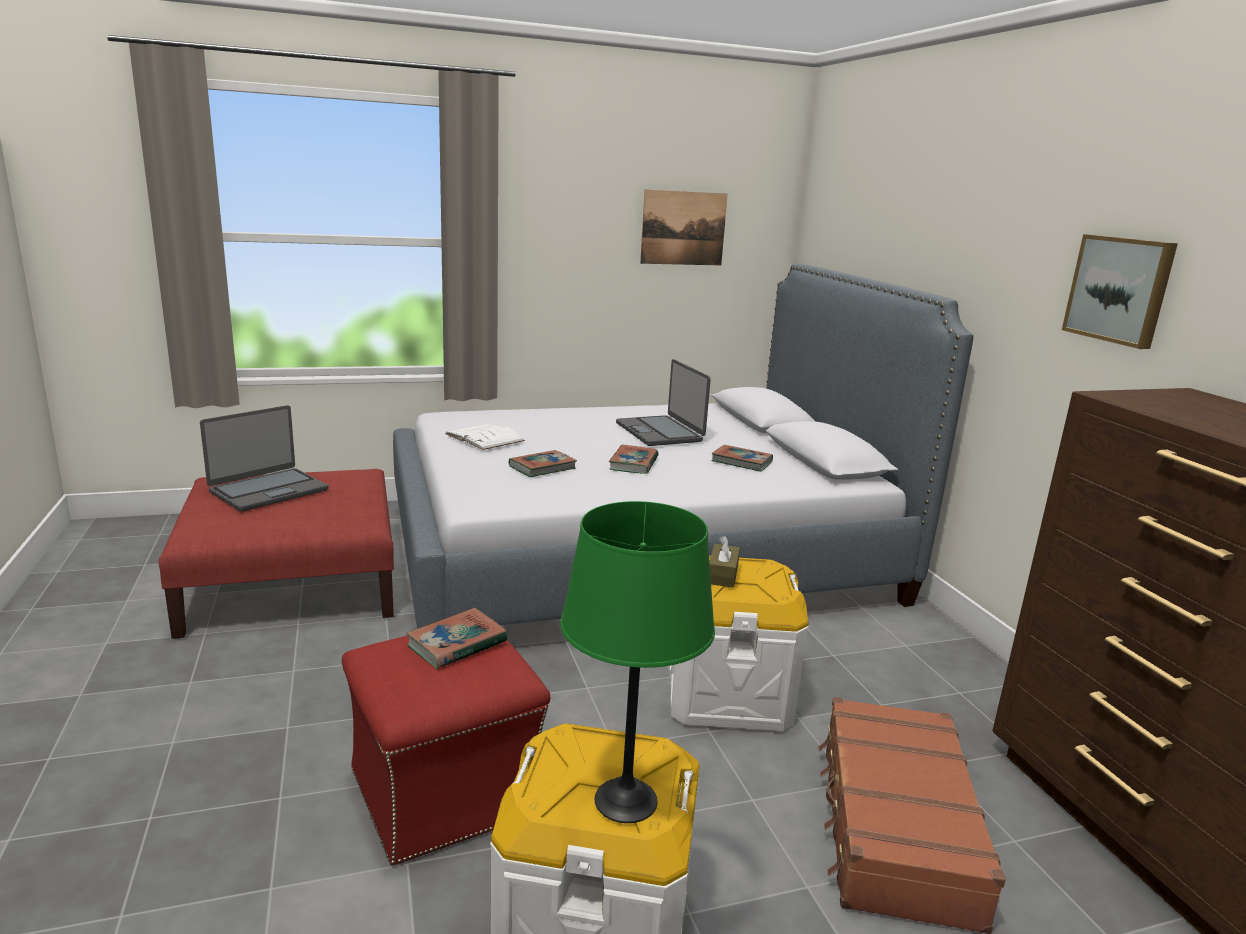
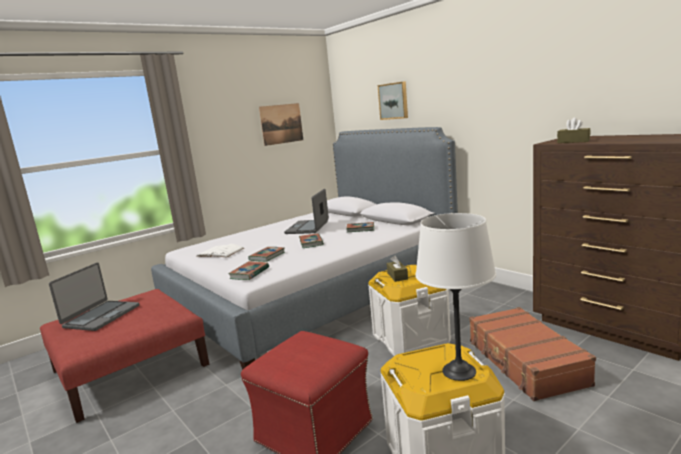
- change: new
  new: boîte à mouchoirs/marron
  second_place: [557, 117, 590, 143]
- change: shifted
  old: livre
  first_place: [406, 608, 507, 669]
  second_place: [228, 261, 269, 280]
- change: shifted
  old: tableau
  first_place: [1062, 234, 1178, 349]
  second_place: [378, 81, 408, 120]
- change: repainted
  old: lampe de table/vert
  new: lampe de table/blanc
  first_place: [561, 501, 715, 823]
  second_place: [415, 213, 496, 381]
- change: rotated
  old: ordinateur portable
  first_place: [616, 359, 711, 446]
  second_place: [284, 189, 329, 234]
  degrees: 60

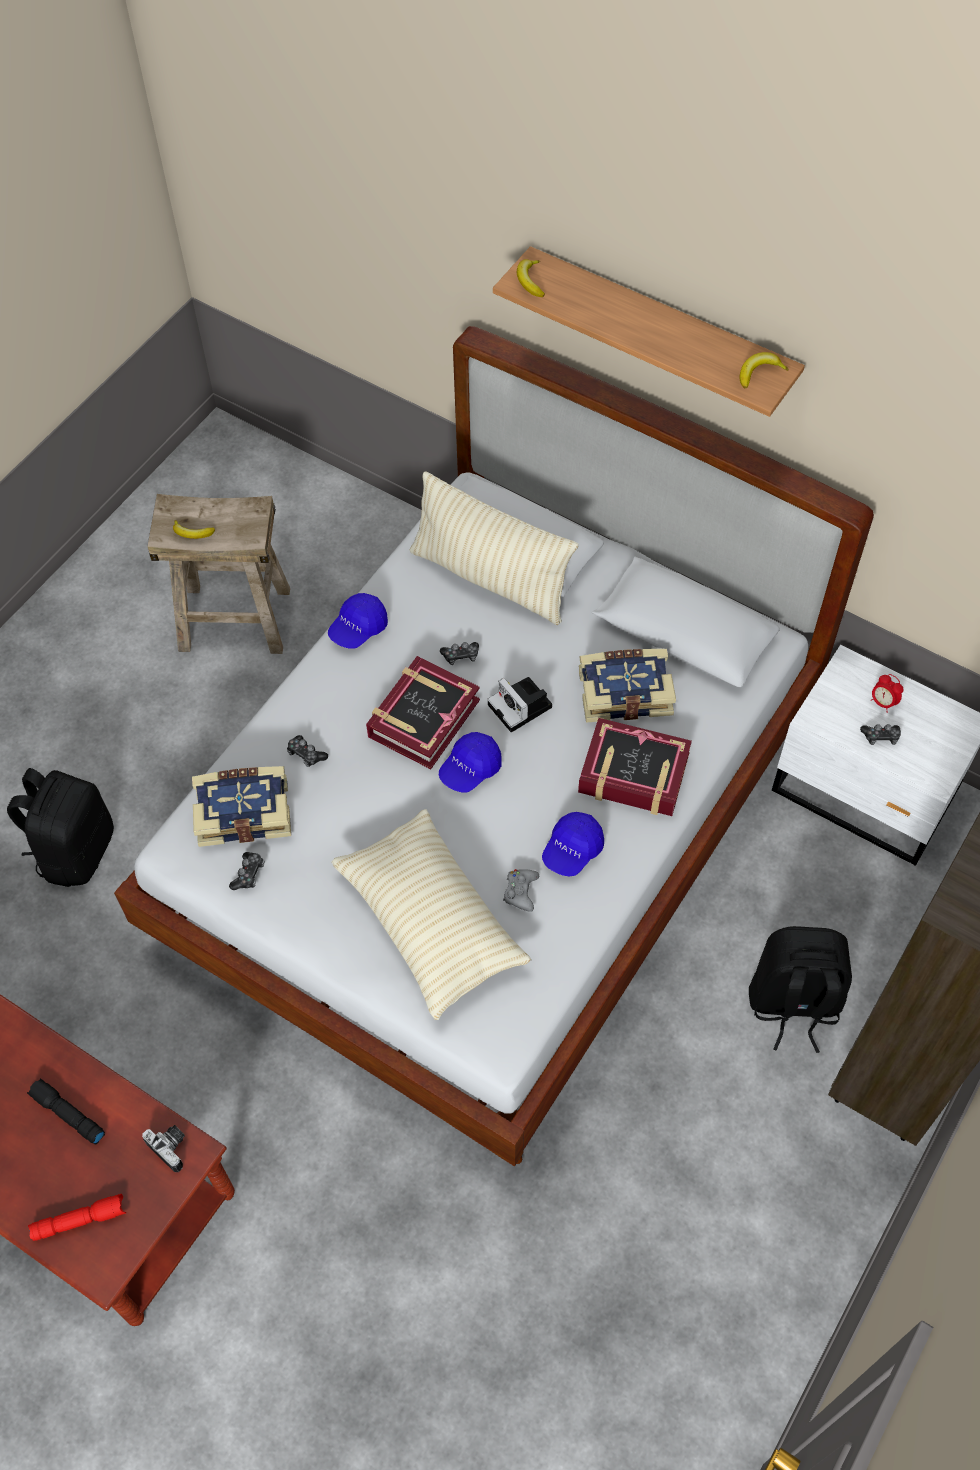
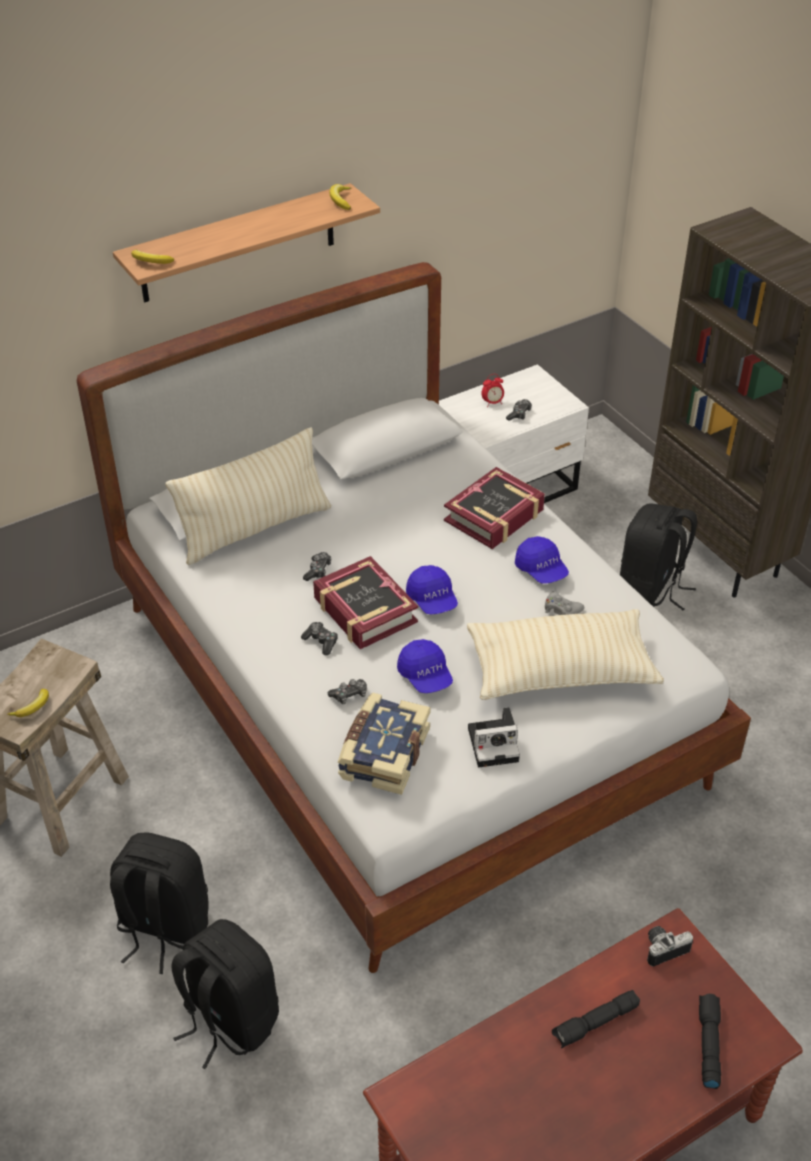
- change: gone
  old: livre
  first_place: [579, 649, 676, 723]
- change: new
  new: sac à dos/noir
  second_place: [110, 832, 208, 974]
- change: shifted
  old: manette
  first_place: [229, 852, 264, 890]
  second_place: [301, 622, 338, 655]
- change: shifted
  old: casquette/bleu
  first_place: [328, 593, 388, 649]
  second_place: [397, 639, 453, 693]
- change: shifted
  old: appareil photo
  first_place: [488, 677, 552, 732]
  second_place: [468, 707, 520, 767]
- change: repainted
  old: lampe de poche/rouge
  new: lampe de poche/noir
  first_place: [28, 1194, 126, 1241]
  second_place: [699, 994, 721, 1089]

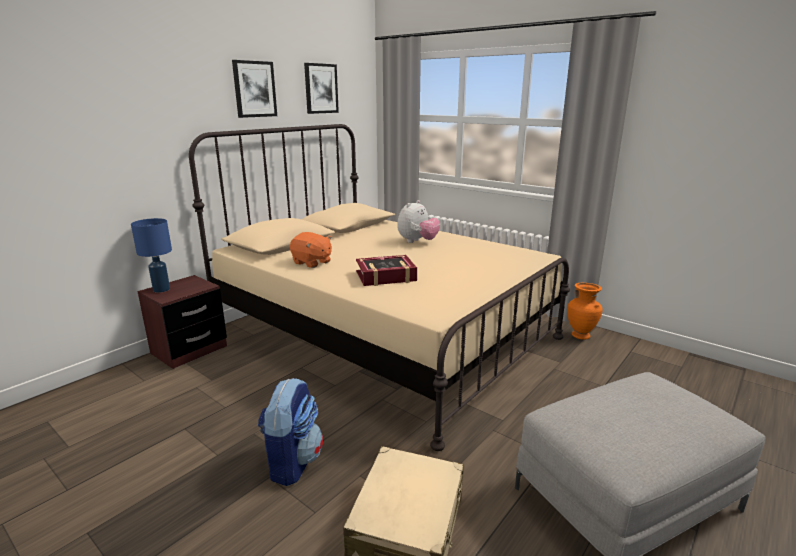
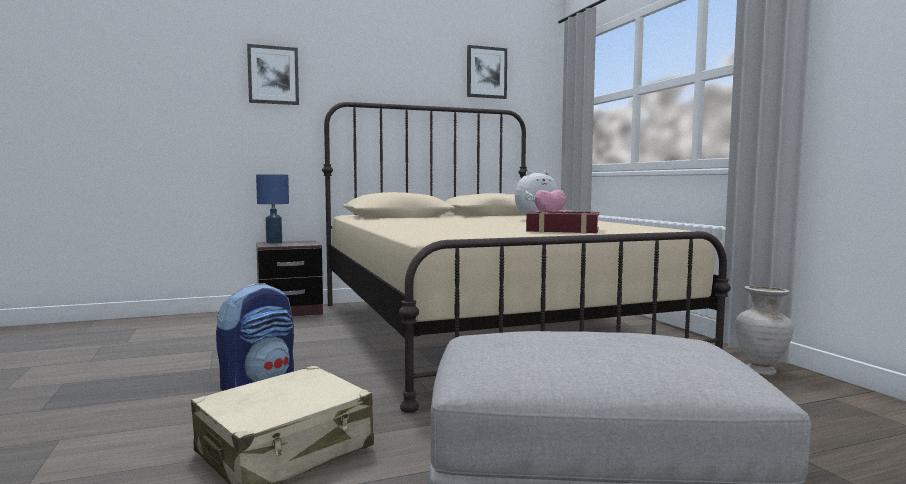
- change: gone
  old: peluche/orange
  first_place: [290, 232, 332, 268]
- change: shifted
  old: tableau
  first_place: [232, 60, 277, 118]
  second_place: [247, 44, 299, 105]
- change: shifted
  old: livre
  first_place: [356, 255, 417, 286]
  second_place: [526, 209, 599, 234]
- change: repainted
  old: vase/orange
  new: vase/beige
  first_place: [567, 283, 603, 340]
  second_place: [735, 286, 794, 375]

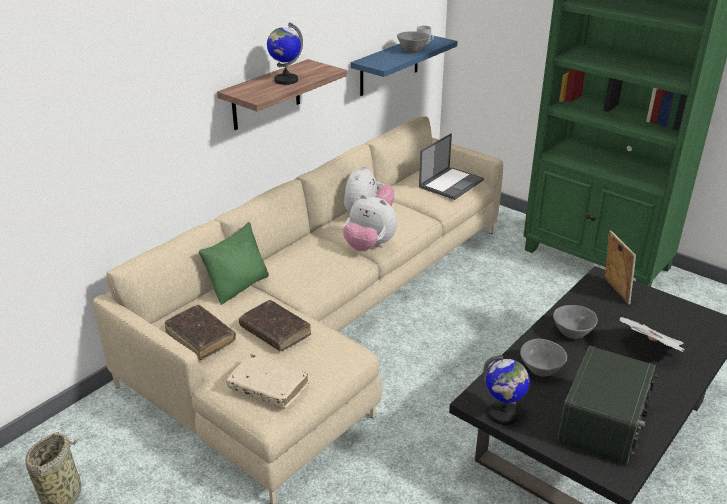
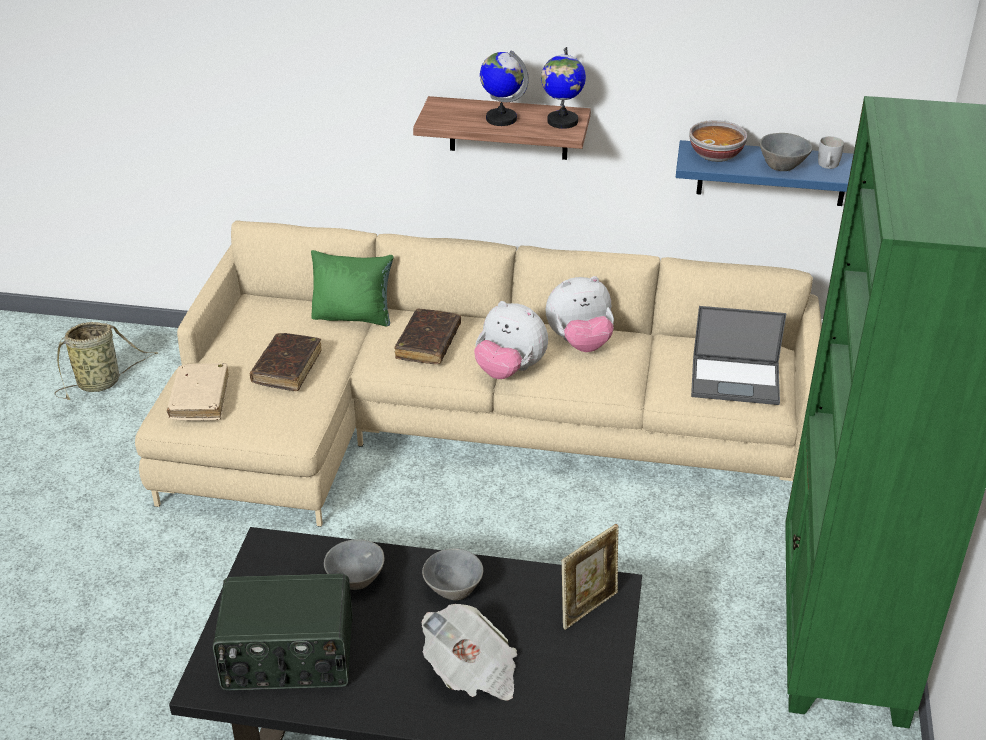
- change: new
  new: bol
  second_place: [689, 120, 747, 162]
- change: shifted
  old: livre/marron
  first_place: [165, 305, 236, 360]
  second_place: [394, 308, 461, 364]
- change: shifted
  old: globe
  first_place: [483, 355, 530, 425]
  second_place: [541, 47, 586, 129]
- change: rotated
  old: peluche
  first_place: [343, 194, 397, 251]
  second_place: [474, 301, 548, 379]
  degrees: -60

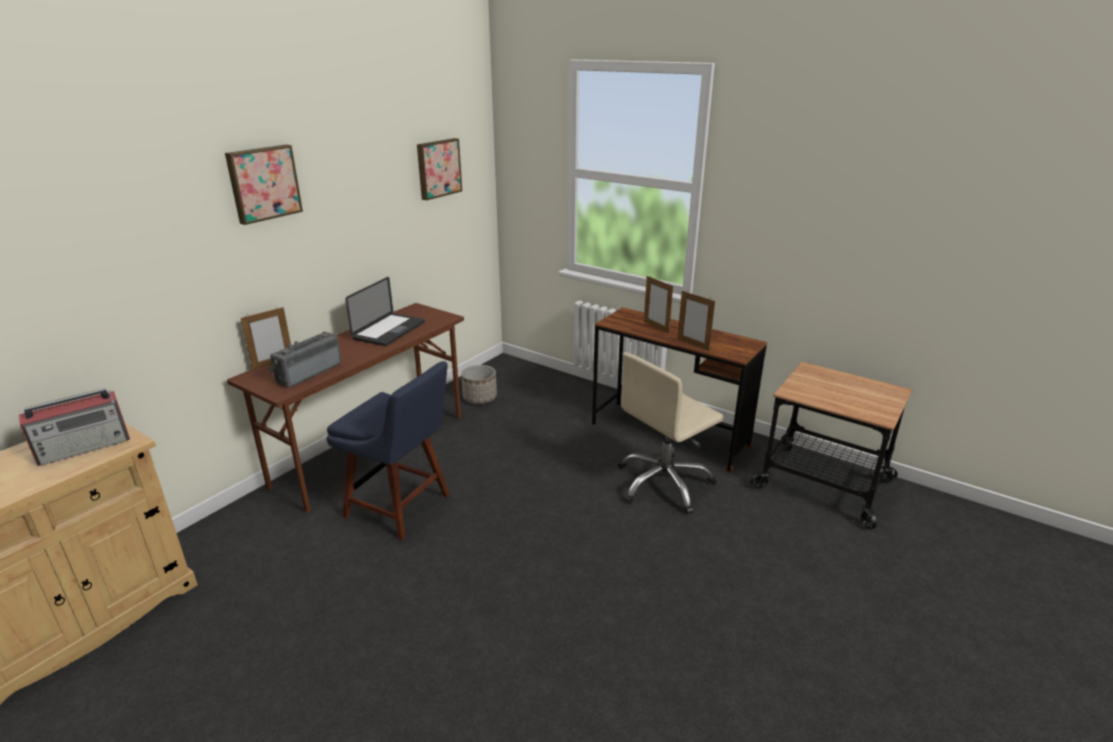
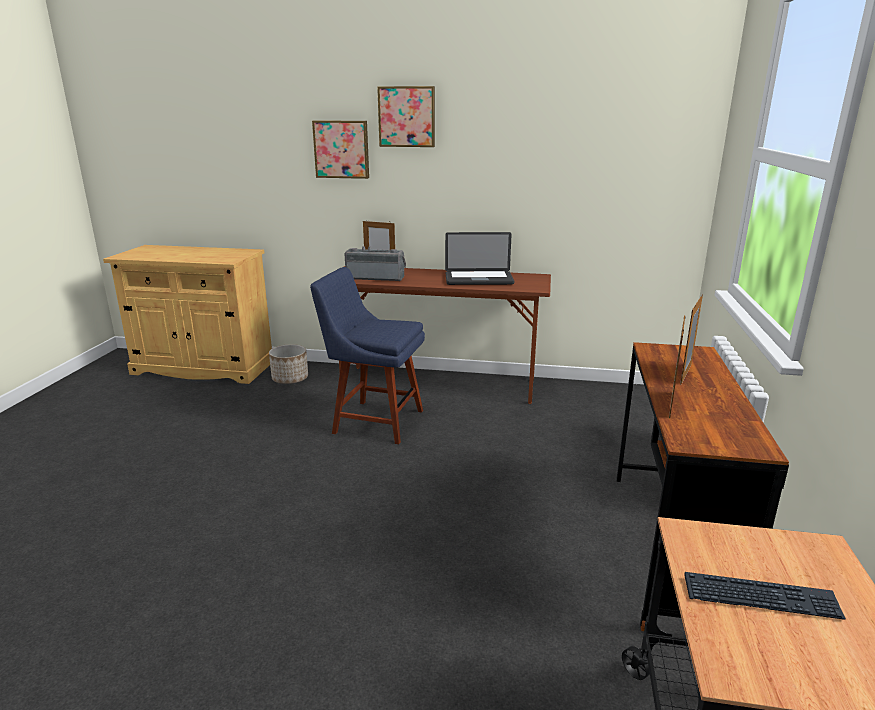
- change: gone
  old: radio
  first_place: [19, 388, 130, 466]
- change: gone
  old: chaise de bureau/beige
  first_place: [618, 352, 724, 514]
- change: new
  new: clavier
  second_place: [684, 572, 846, 620]
- change: shifted
  old: tableau
  first_place: [417, 138, 462, 200]
  second_place: [312, 121, 369, 179]
- change: shifted
  old: cache-pot
  first_place: [461, 365, 497, 404]
  second_place: [269, 344, 308, 384]
- change: rotated
  old: chaise/bleu
  first_place: [327, 361, 450, 540]
  second_place: [310, 267, 425, 444]
  degrees: 105

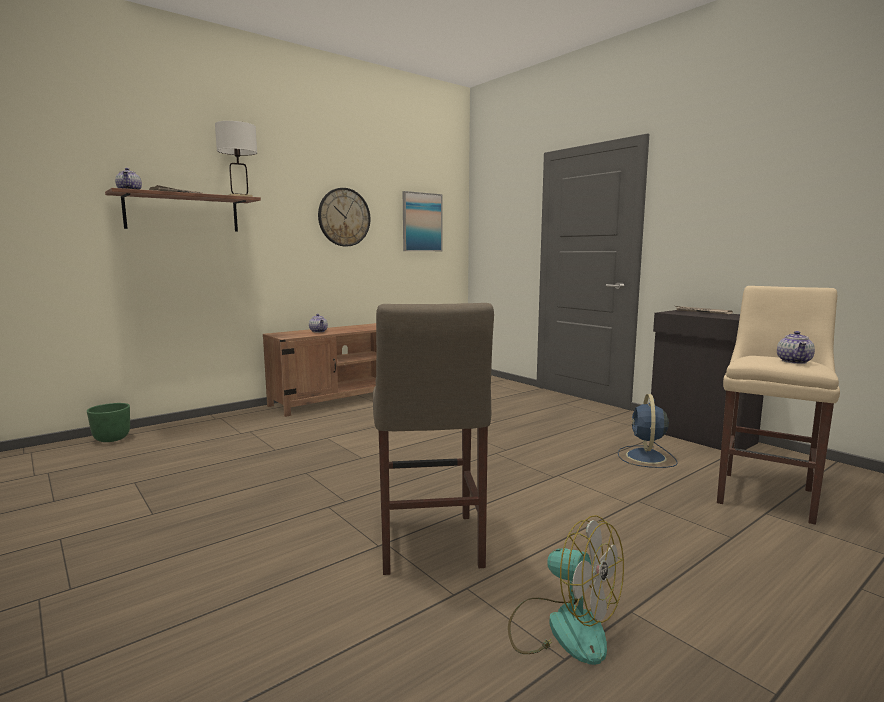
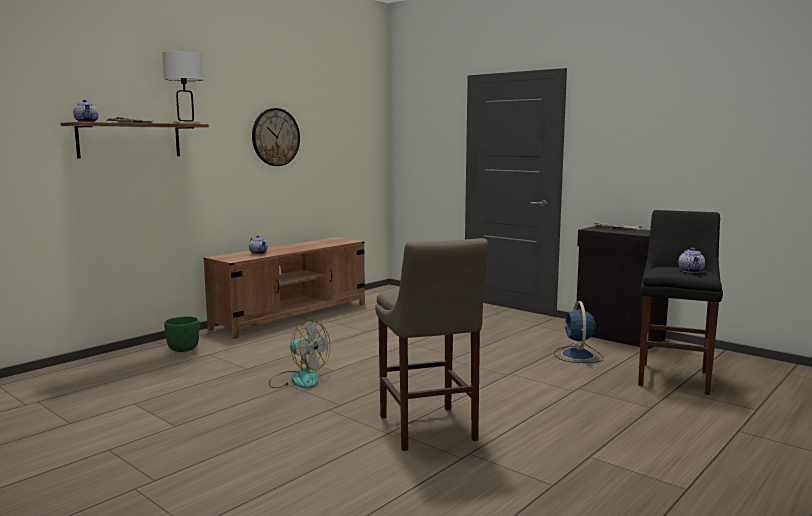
- change: gone
  old: tableau
  first_place: [403, 191, 442, 251]
- change: shifted
  old: cache-pot/vert
  first_place: [87, 403, 130, 442]
  second_place: [164, 316, 199, 352]
- change: shifted
  old: ventilateur
  first_place: [508, 515, 624, 665]
  second_place: [269, 320, 330, 389]
- change: repainted
  old: tabouret/beige
  new: tabouret/noir
  first_place: [717, 286, 840, 525]
  second_place: [638, 210, 723, 395]

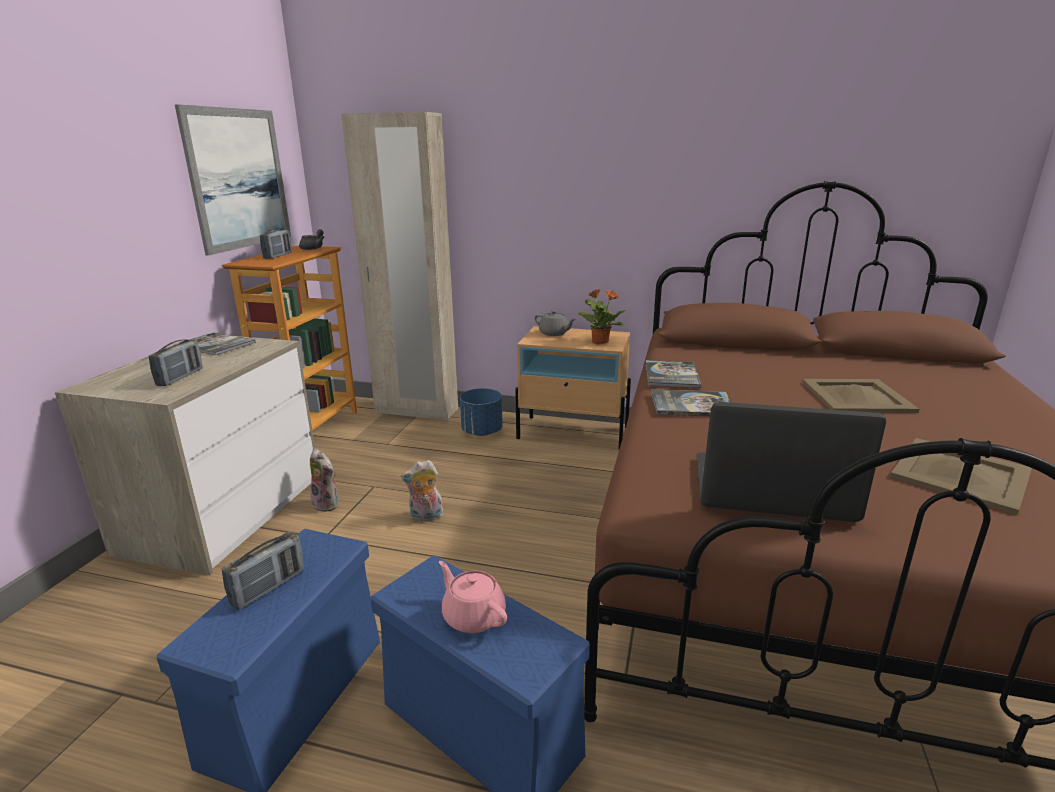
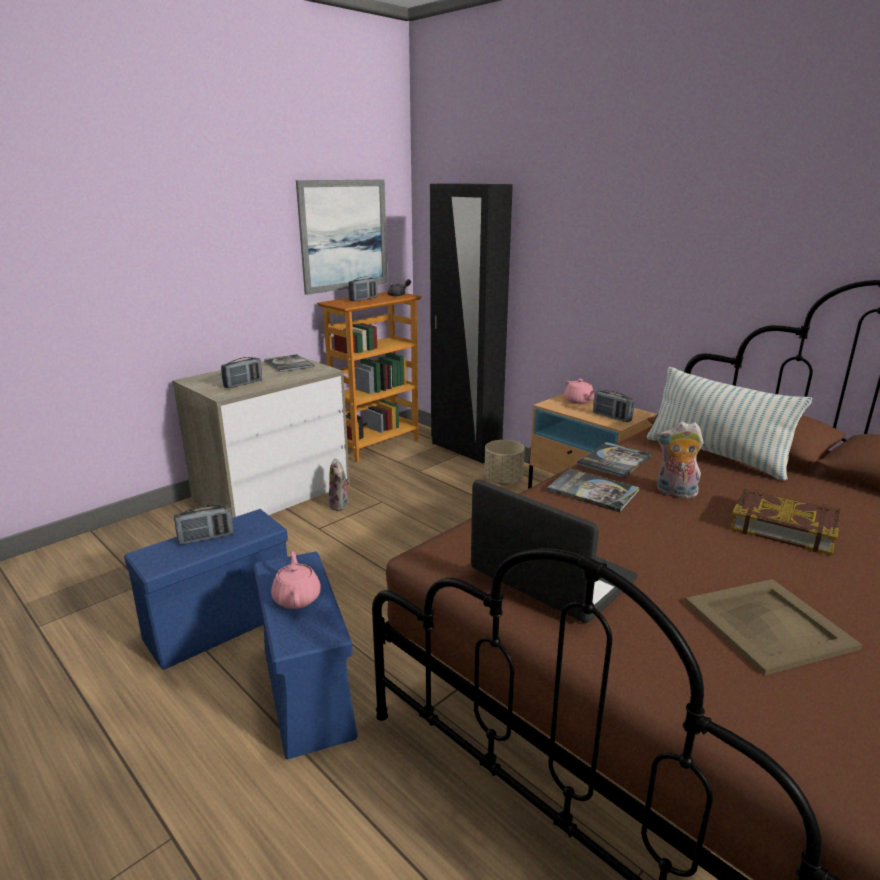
- change: new
  new: coussin
  second_place: [647, 367, 812, 481]
- change: shifted
  old: peluche
  first_place: [401, 460, 443, 522]
  second_place: [657, 421, 704, 498]
- change: swapped
  old: plante en pot
  new: radio
  first_place: [578, 289, 626, 344]
  second_place: [593, 390, 635, 422]
- change: swapped
  old: plateau/beige
  new: livre
  first_place: [802, 379, 919, 413]
  second_place: [730, 487, 840, 556]
- change: repainted
  old: armoire/beige
  new: armoire/noir
  first_place: [341, 112, 458, 421]
  second_place: [430, 183, 513, 464]
- change: repainted
  old: cache-pot/bleu
  new: cache-pot/beige
  first_place: [460, 388, 503, 436]
  second_place: [484, 440, 525, 484]
- change: repainted
  old: théière/gris
  new: théière/rose
  first_place: [535, 310, 576, 336]
  second_place: [564, 379, 596, 404]

